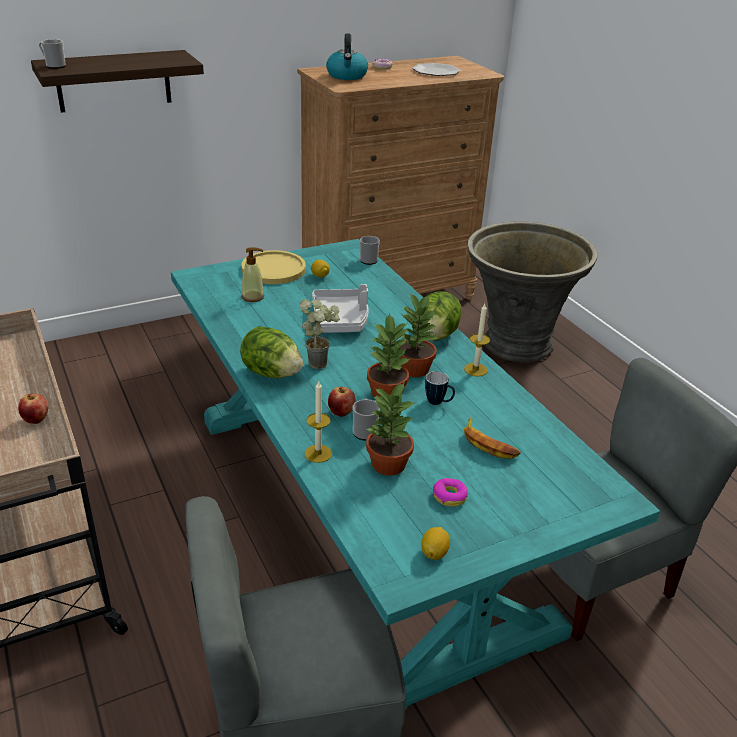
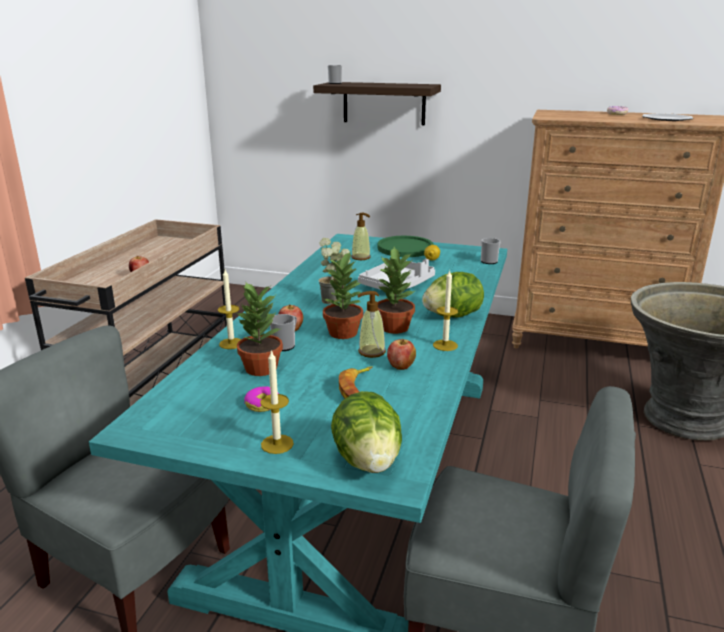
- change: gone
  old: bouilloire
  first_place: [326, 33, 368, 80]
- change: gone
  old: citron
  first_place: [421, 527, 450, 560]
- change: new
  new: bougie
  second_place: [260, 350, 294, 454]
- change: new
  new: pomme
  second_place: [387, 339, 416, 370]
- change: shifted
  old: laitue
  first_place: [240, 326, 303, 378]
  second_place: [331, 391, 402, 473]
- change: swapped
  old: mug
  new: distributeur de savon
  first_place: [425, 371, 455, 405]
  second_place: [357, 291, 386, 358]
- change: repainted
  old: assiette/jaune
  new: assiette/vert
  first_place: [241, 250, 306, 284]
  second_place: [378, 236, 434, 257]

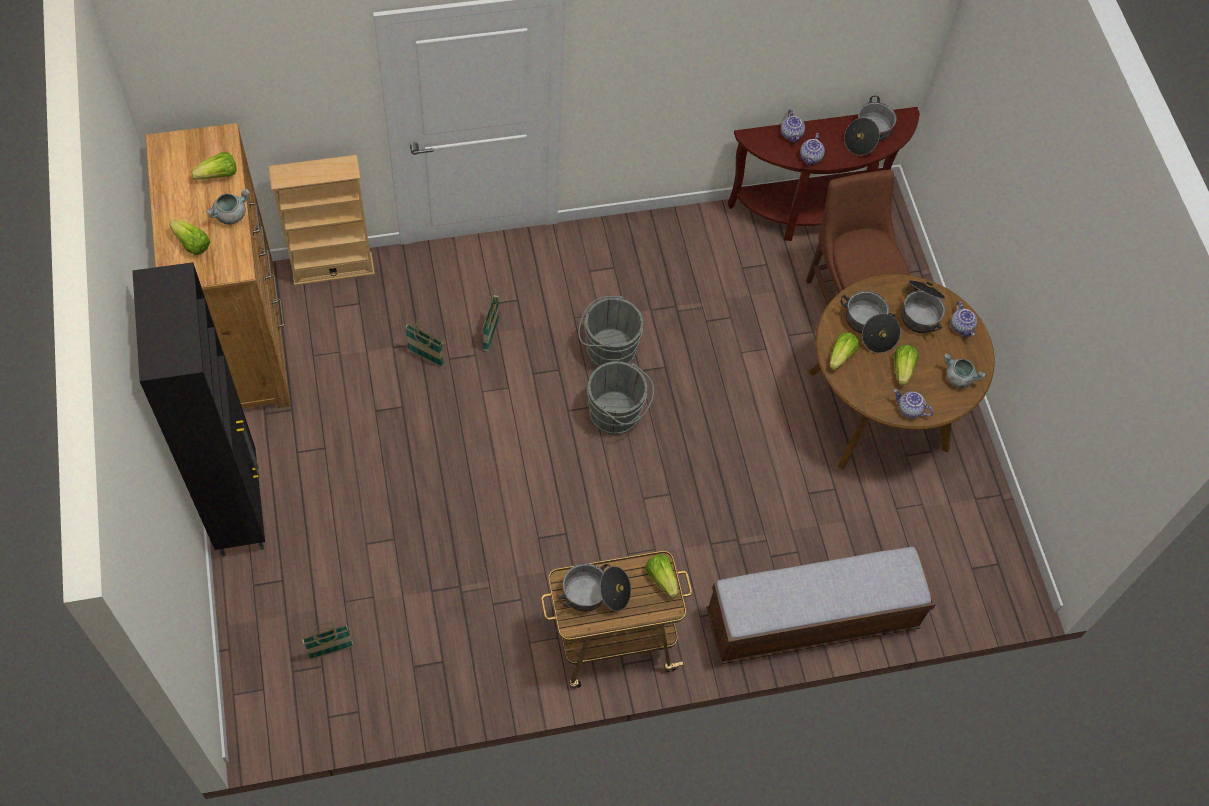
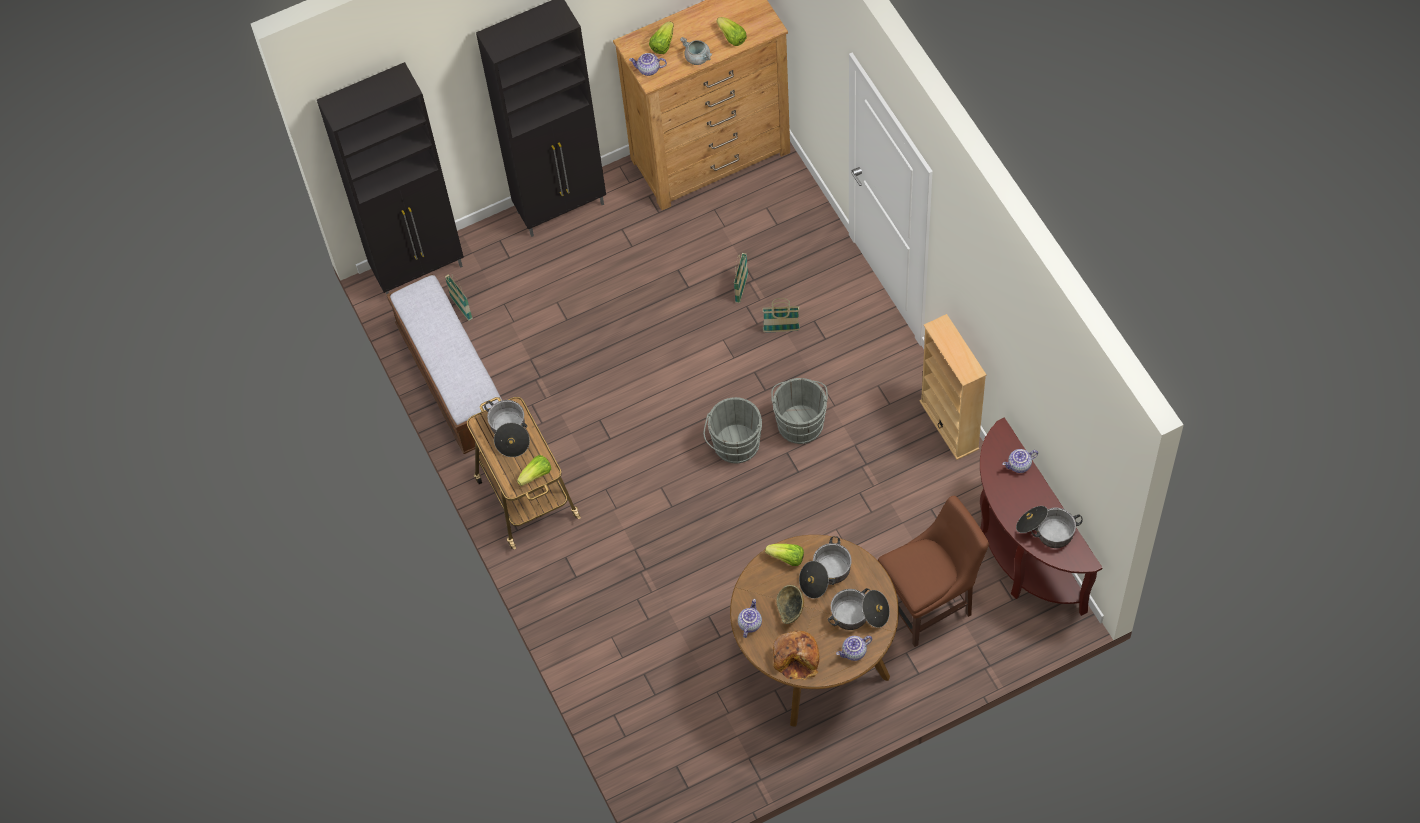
- change: new
  new: meuble de rangement/noir
  second_place: [317, 62, 464, 294]
- change: shifted
  old: bibliothèque/beige
  first_place: [269, 155, 375, 286]
  second_place: [919, 314, 987, 460]
- change: shifted
  old: banc
  first_place: [706, 547, 936, 665]
  second_place: [386, 274, 502, 454]
- change: shifted
  old: théière
  first_place: [800, 133, 825, 165]
  second_place: [629, 53, 667, 76]
- change: swapped
  old: laitue
  new: bol
  first_place: [894, 345, 919, 386]
  second_place: [776, 585, 804, 624]
- change: swapped
  old: marmite/gris
  new: pain
  first_place: [944, 353, 986, 388]
  second_place: [773, 631, 819, 680]

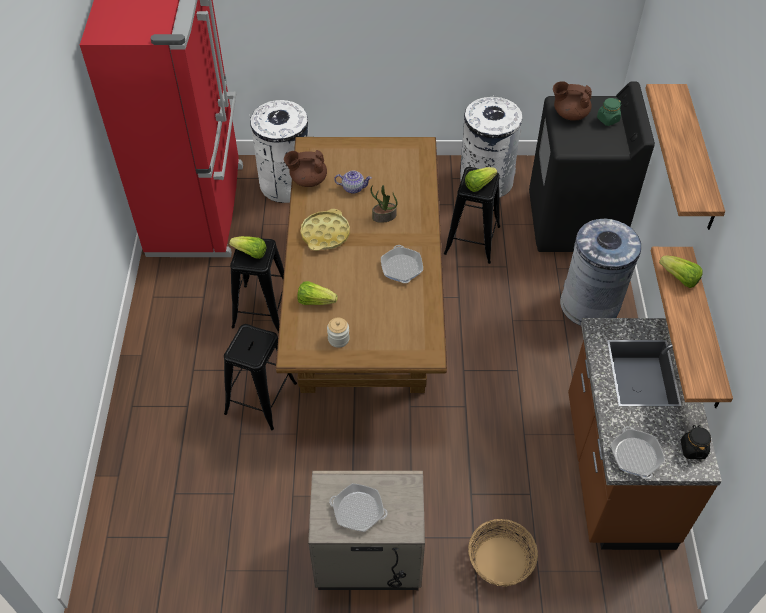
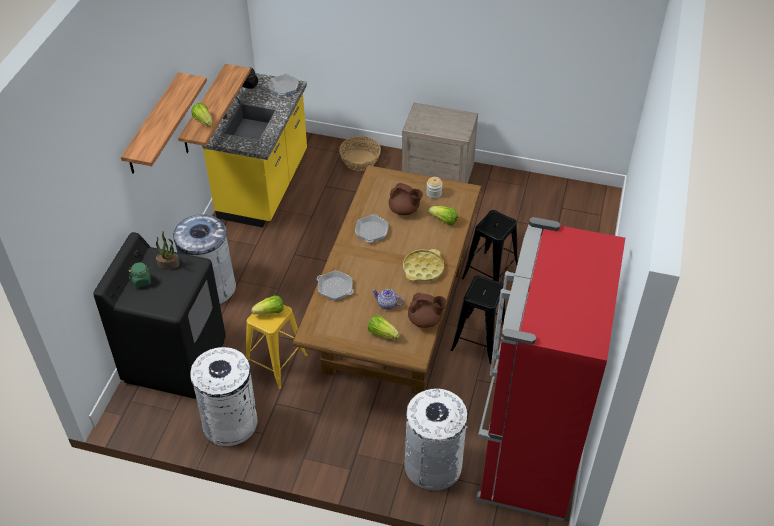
- change: shifted
  old: laitue
  first_place: [229, 236, 266, 259]
  second_place: [368, 315, 400, 339]
- change: shifted
  old: poêle
  first_place: [329, 483, 388, 532]
  second_place: [317, 270, 354, 300]
- change: shifted
  old: plante en pot
  first_place: [370, 185, 398, 223]
  second_place: [156, 231, 180, 270]
- change: shifted
  old: théière/marron
  first_place: [553, 81, 592, 121]
  second_place: [389, 183, 423, 215]
- change: repainted
  old: tabouret/noir
  new: tabouret/jaune
  first_place: [444, 167, 500, 264]
  second_place: [246, 298, 307, 389]
- change: repainted
  old: comptoir de cuisine/marron
  new: comptoir de cuisine/jaune
  first_place: [568, 318, 722, 550]
  second_place: [202, 73, 307, 228]

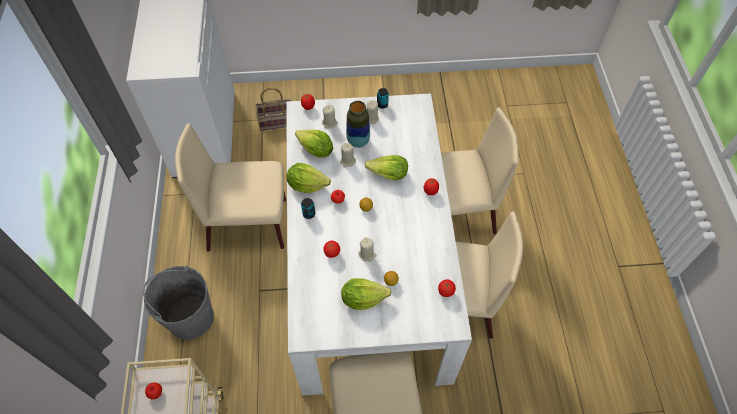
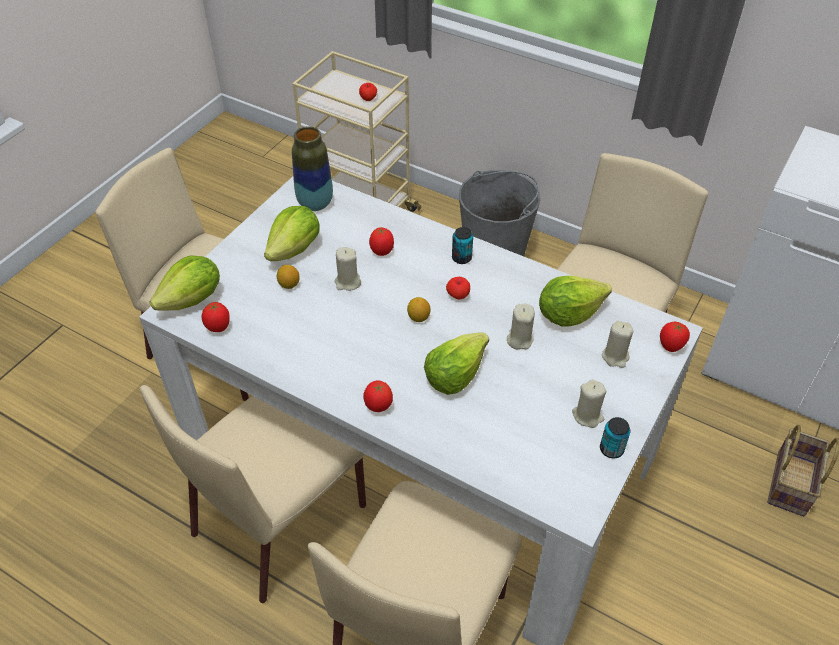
- change: shifted
  old: laitue
  first_place: [287, 163, 331, 193]
  second_place: [149, 255, 220, 311]
- change: shifted
  old: vase
  first_place: [346, 101, 370, 148]
  second_place: [292, 126, 333, 211]

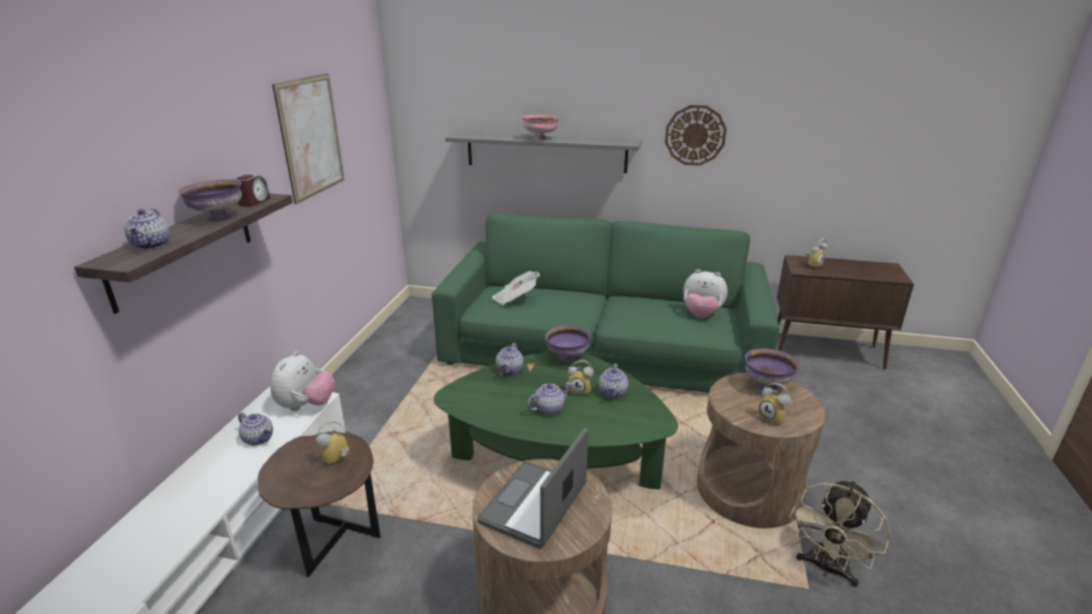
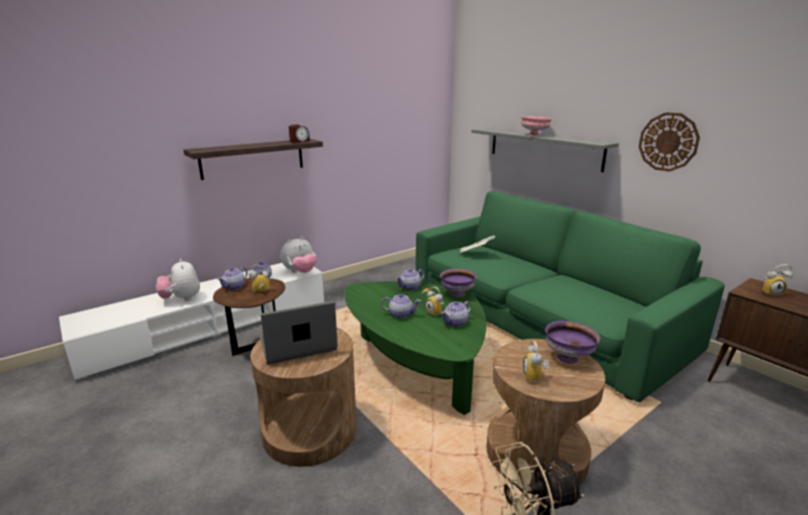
- change: gone
  old: bol/violet
  first_place: [178, 179, 242, 221]
- change: gone
  old: tableau
  first_place: [272, 74, 345, 204]
- change: shifted
  old: théière
  first_place: [124, 209, 170, 249]
  second_place: [217, 267, 248, 290]
- change: shifted
  old: peluche
  first_place: [683, 269, 728, 318]
  second_place: [156, 259, 200, 301]

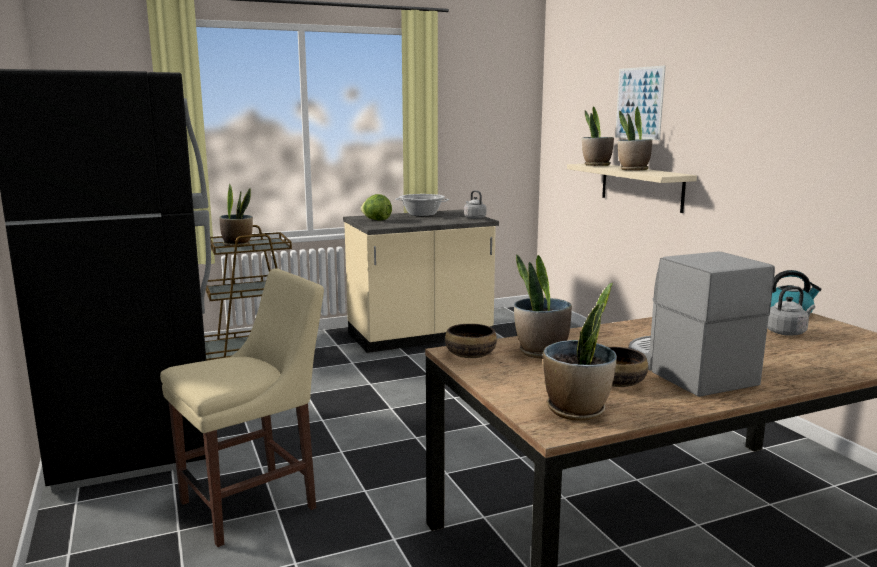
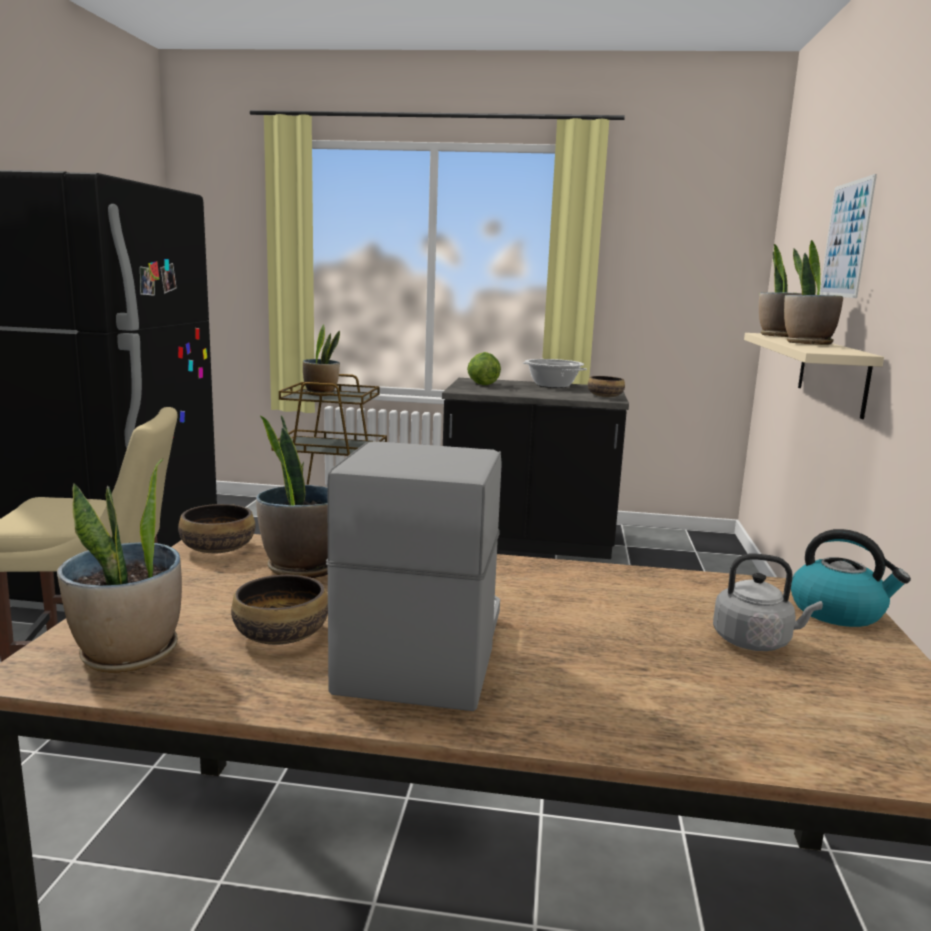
- change: swapped
  old: bouilloire/gris
  new: bol
  first_place: [464, 190, 486, 219]
  second_place: [588, 376, 625, 397]
- change: repainted
  old: comptoir de cuisine/beige
  new: comptoir de cuisine/noir
  first_place: [343, 210, 499, 353]
  second_place: [442, 378, 629, 559]

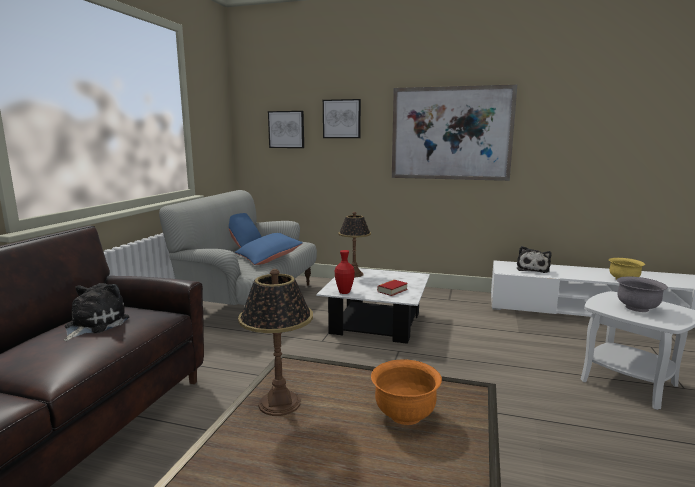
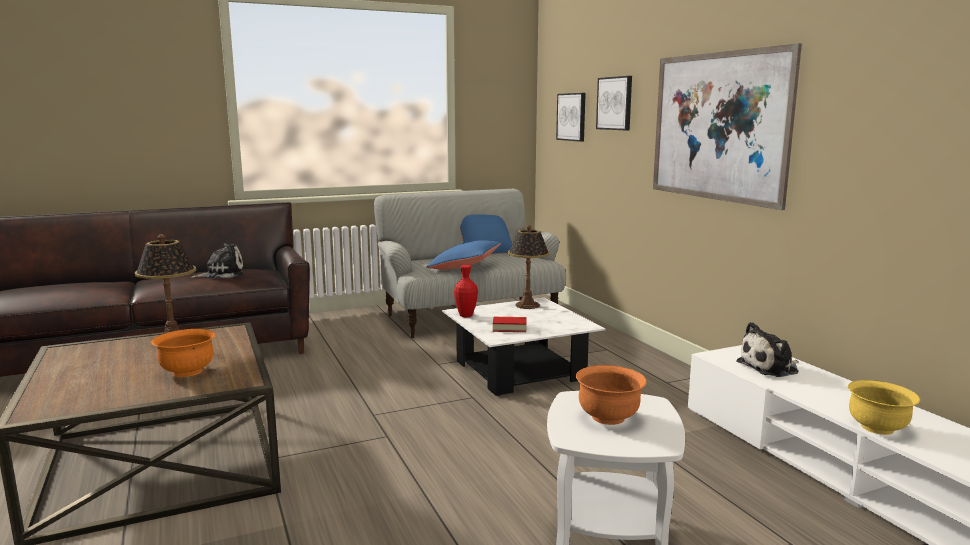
- change: repainted
  old: bol/gris
  new: bol/orange
  first_place: [617, 277, 668, 312]
  second_place: [576, 365, 647, 425]

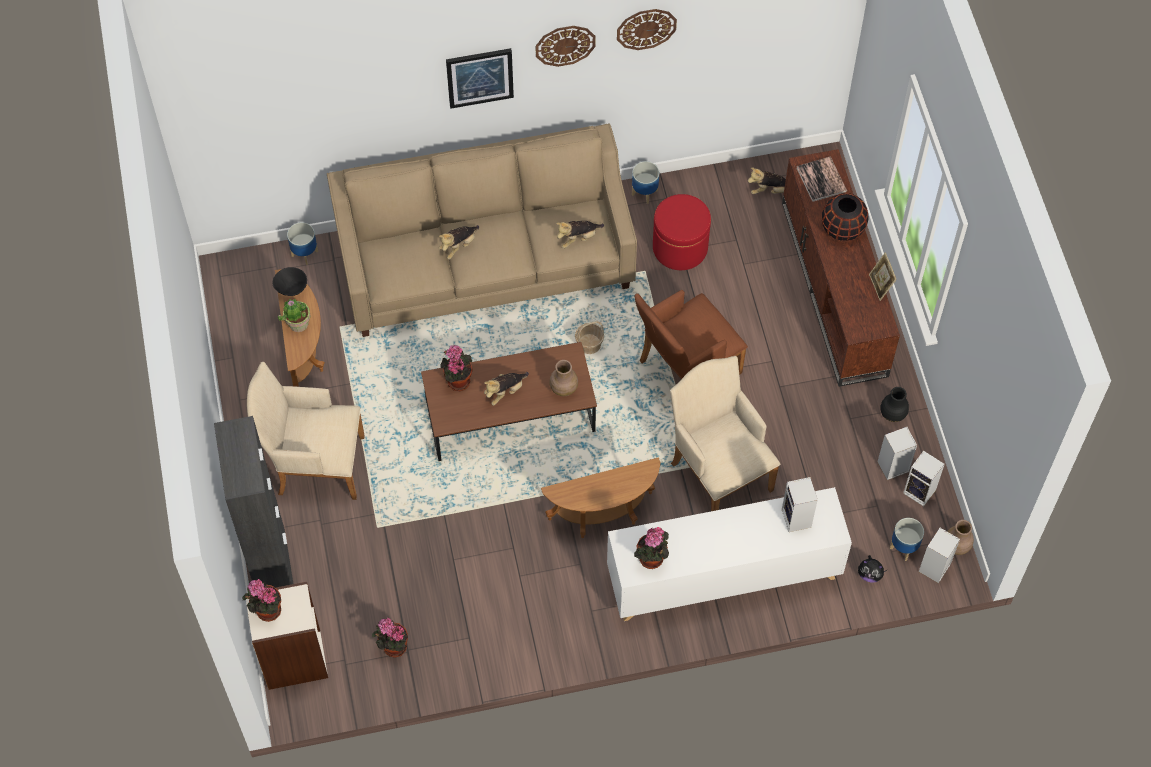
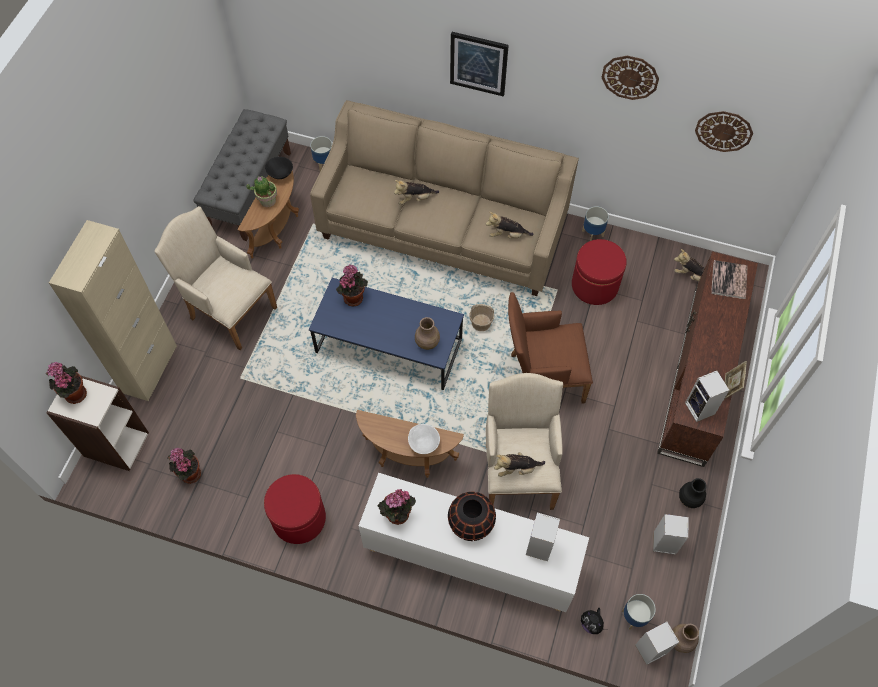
- change: new
  new: banc/gris
  second_place: [193, 109, 291, 241]
- change: new
  new: pouf/rouge
  second_place: [264, 474, 326, 544]
- change: new
  new: bol/blanc
  second_place: [408, 424, 440, 454]
- change: shifted
  old: peluche
  first_place: [484, 372, 529, 405]
  second_place: [494, 452, 545, 477]
- change: shifted
  old: horloge murale
  first_place: [535, 26, 596, 67]
  second_place: [695, 111, 753, 152]
- change: shifted
  old: vase/noir
  first_place: [822, 193, 868, 241]
  second_place: [448, 492, 496, 541]
- change: shifted
  old: enceinte
  first_place: [903, 451, 945, 507]
  second_place: [685, 371, 729, 422]
- change: repainted
  old: meuble de rangement/noir
  new: meuble de rangement/beige
  first_place: [214, 416, 294, 588]
  second_place: [49, 220, 177, 401]
- change: repainted
  old: table basse/marron
  new: table basse/bleu
  first_place: [421, 342, 597, 461]
  second_place: [309, 278, 464, 390]

